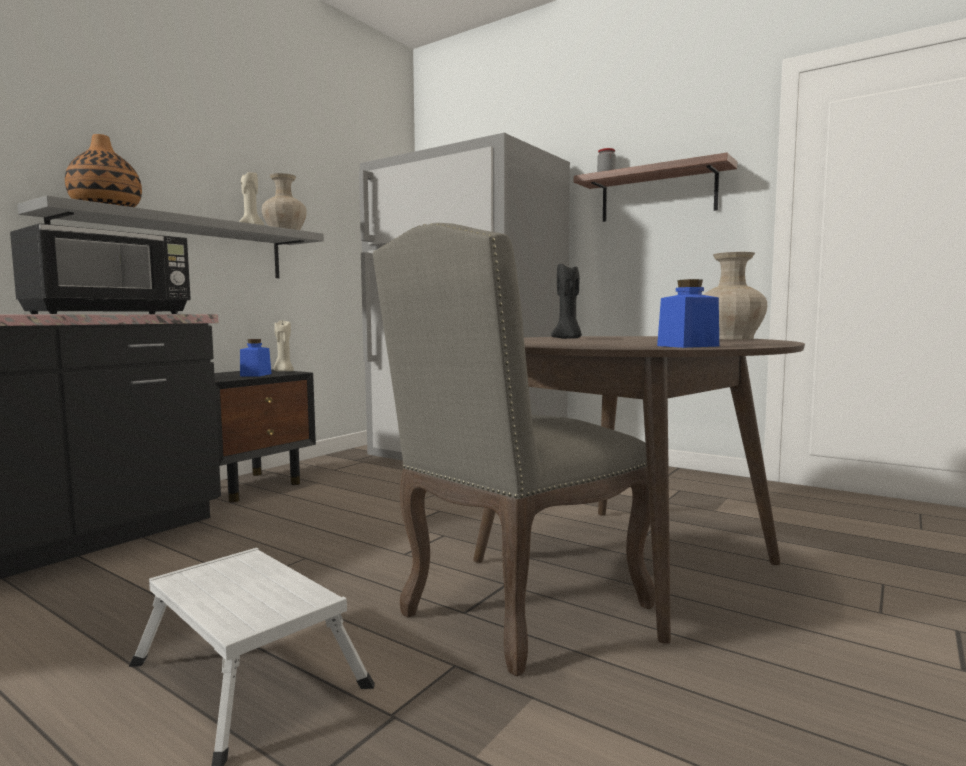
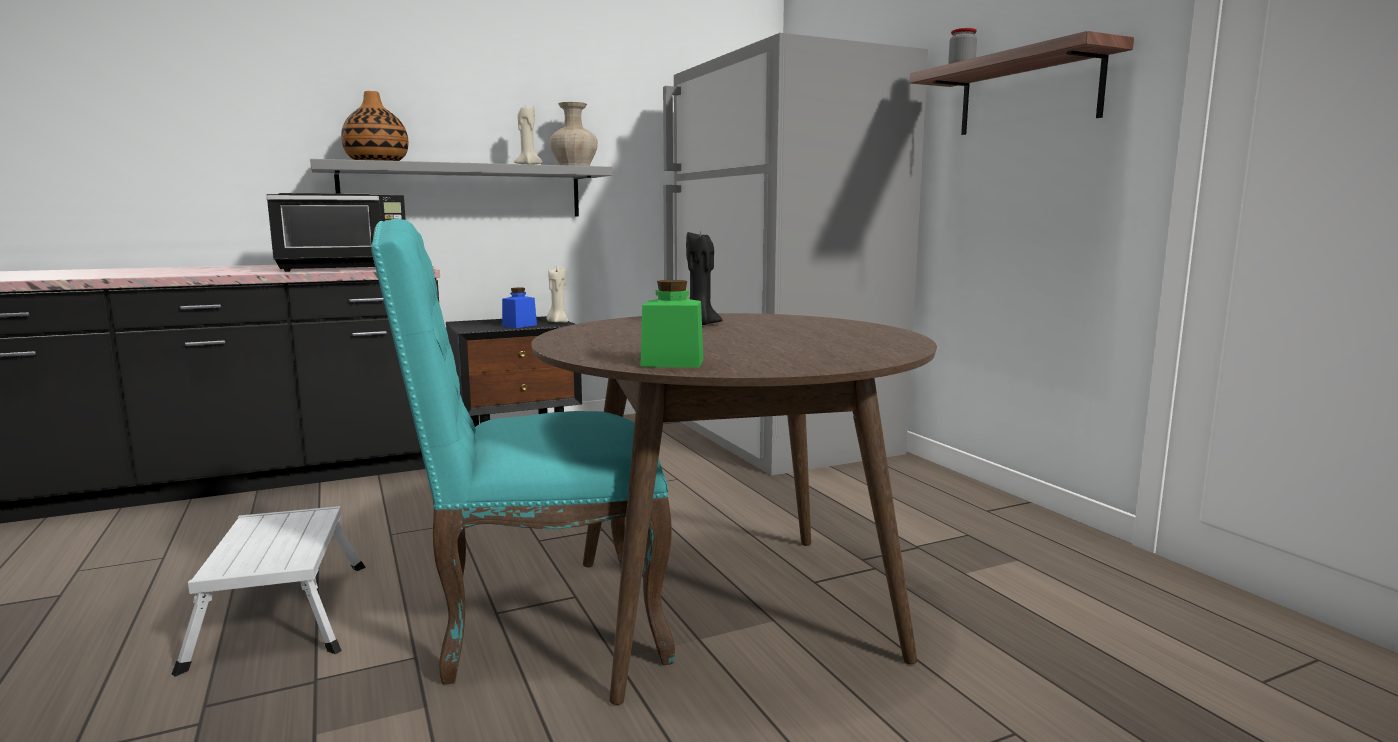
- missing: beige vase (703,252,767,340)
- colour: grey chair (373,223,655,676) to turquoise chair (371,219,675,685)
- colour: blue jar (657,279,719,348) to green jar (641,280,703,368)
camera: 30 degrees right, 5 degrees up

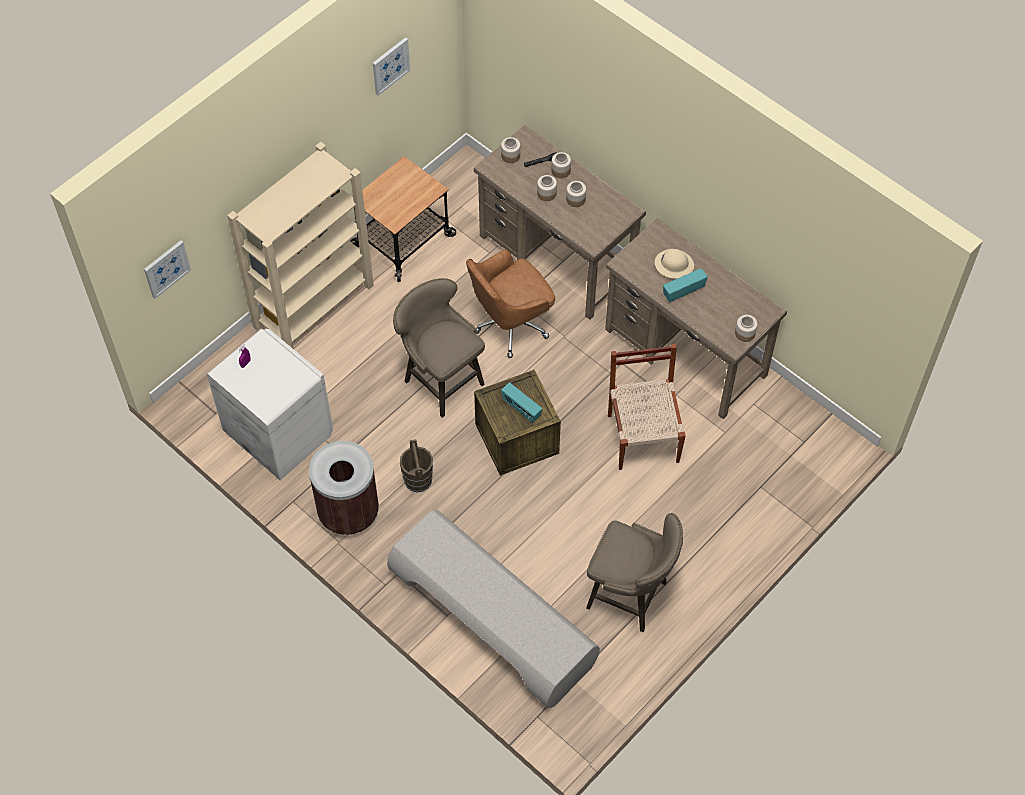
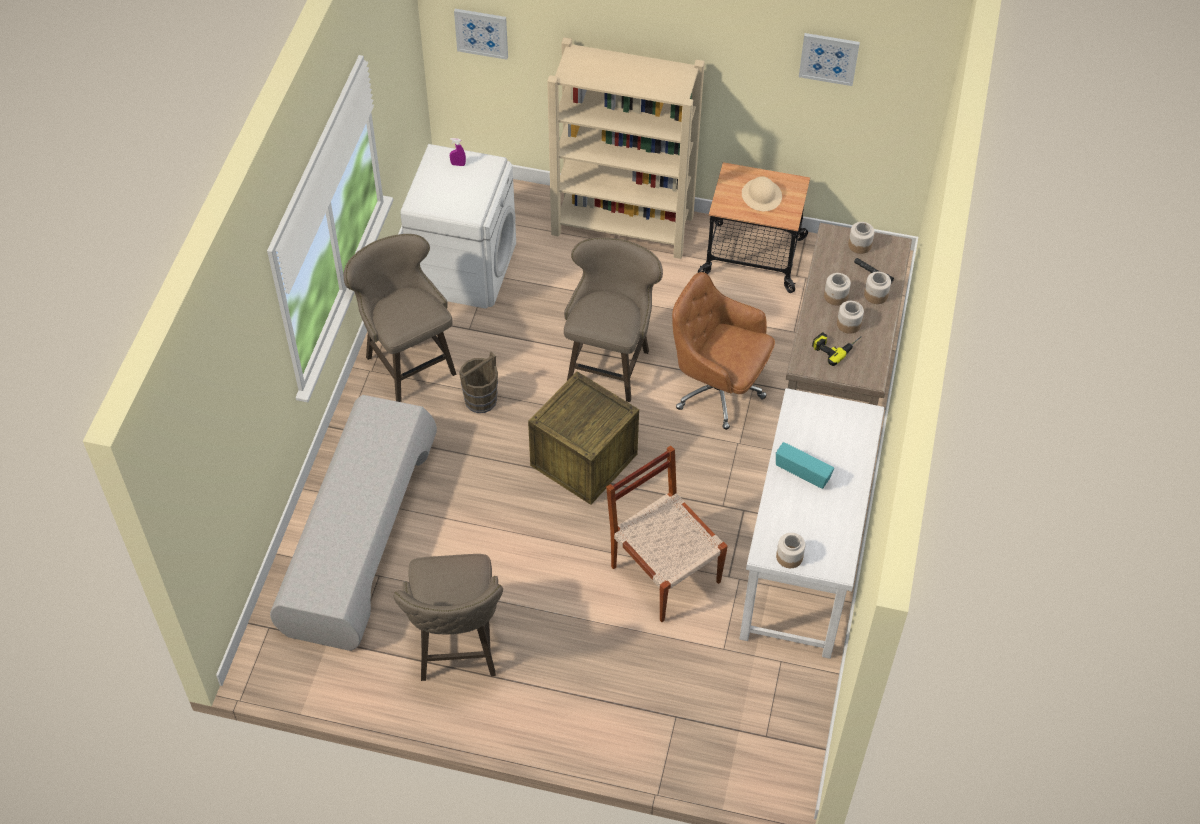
- missing: radio (501,382,542,423)
- appeared: power drill (812,332,862,366)
- relocated: beige hard hat (655,249,694,279) to (742,176,782,211)
- exchanged: brown trash can (309,441,379,535) to beige stool (343,234,457,402)
- colour: brown desk (605,218,787,419) to white desk (740,388,884,659)
- spun: chair (608,344,686,470) = (606,446,727,622) 90 degrees counterclockwise
camera: 60 degrees right, 5 degrees down

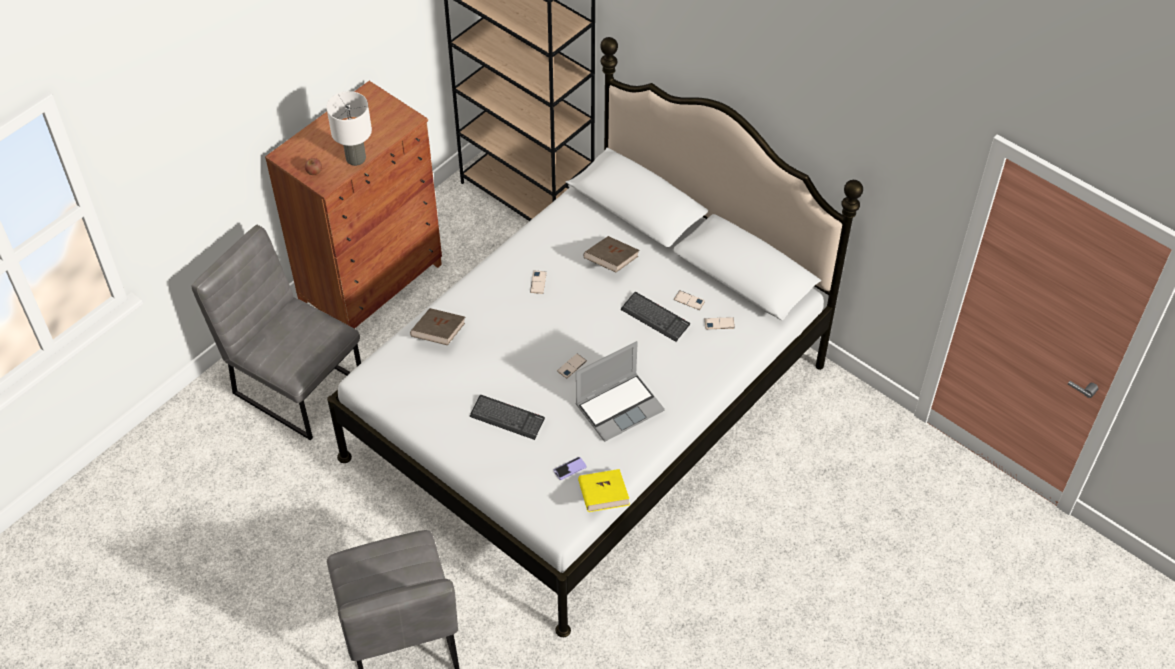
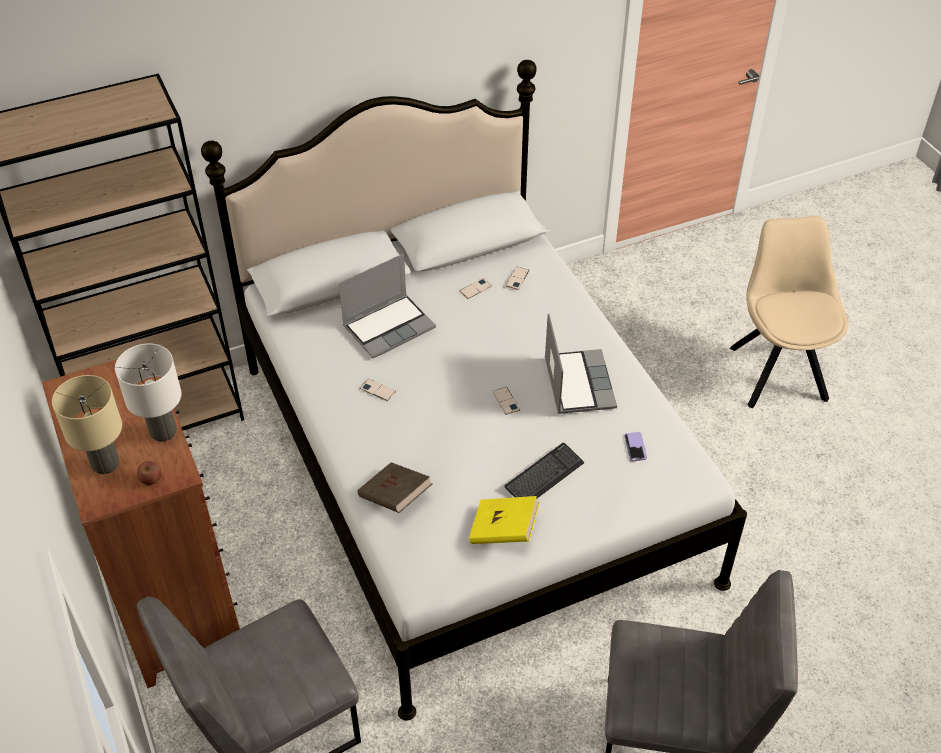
- missing: keyboard (621,292,690,342)
- appeared: beige table lamp (52,375,122,474)
- appeared: beige chair (730,216,849,408)
- relocated: yellow book (578,469,630,512) to (469,496,540,544)
- exchanged: brown book (583,236,640,272) to laptop (339,254,436,358)
camera: 65 degrees left, 5 degrees down

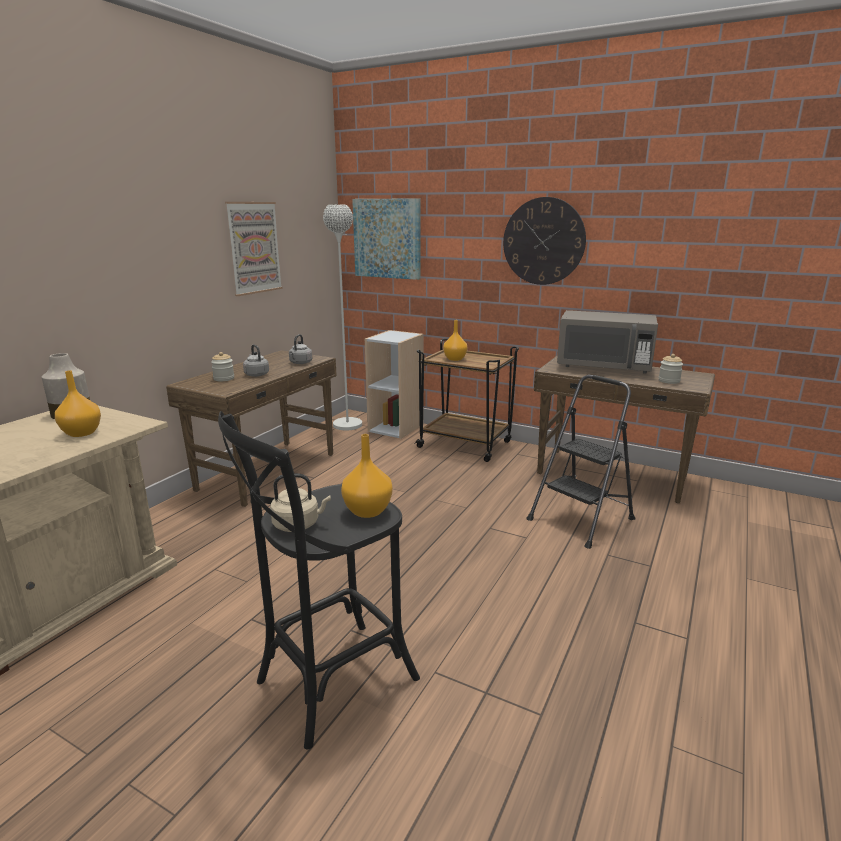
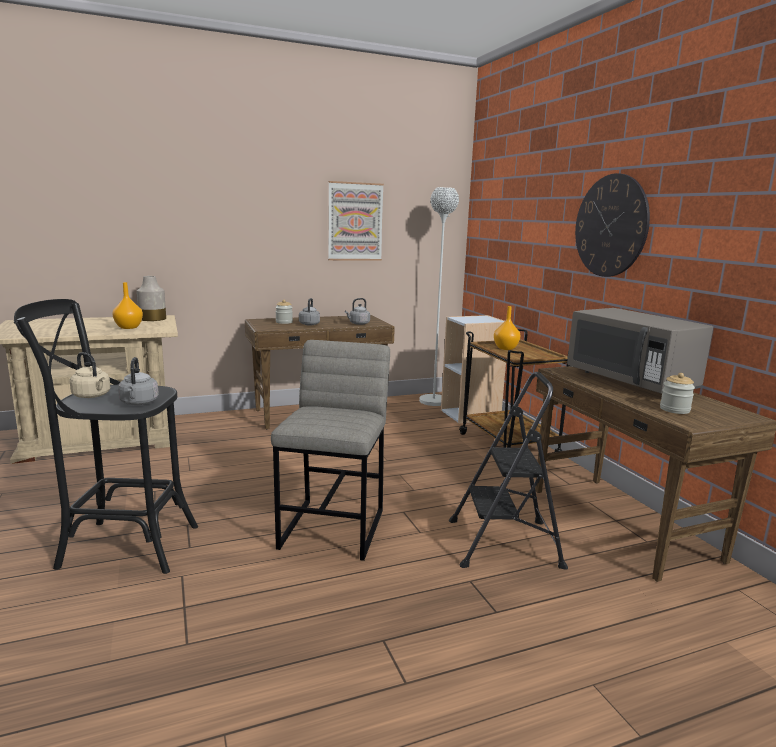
- missing: picture (352,198,421,280)
- appeared: grey chair (271,340,390,561)
- exchanged: orange vase (341,434,392,518) to grey kettle (118,357,159,405)
camera: 40 degrees right, 5 degrees down

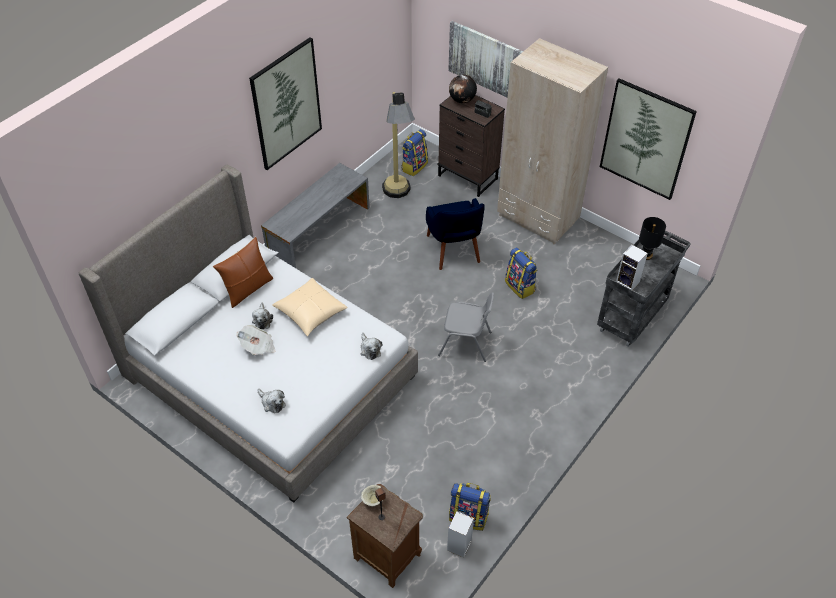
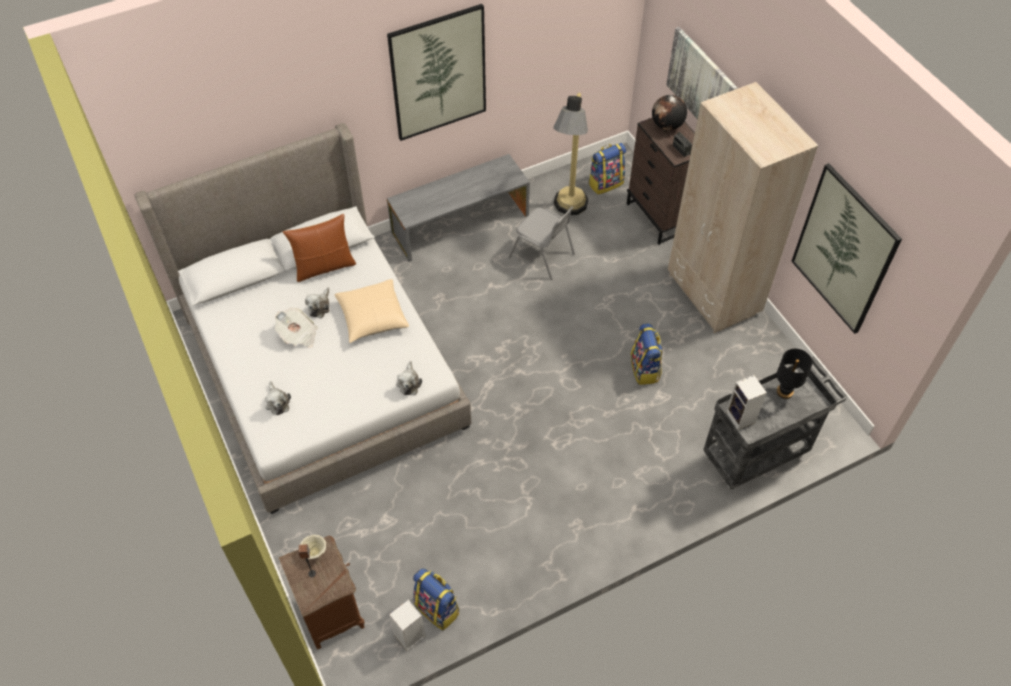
- missing: blue armchair (426,198,485,270)
- relocated: grey chair (438,292,494,362) to (509,206,575,280)
camera: 25 degrees right, 5 degrees up

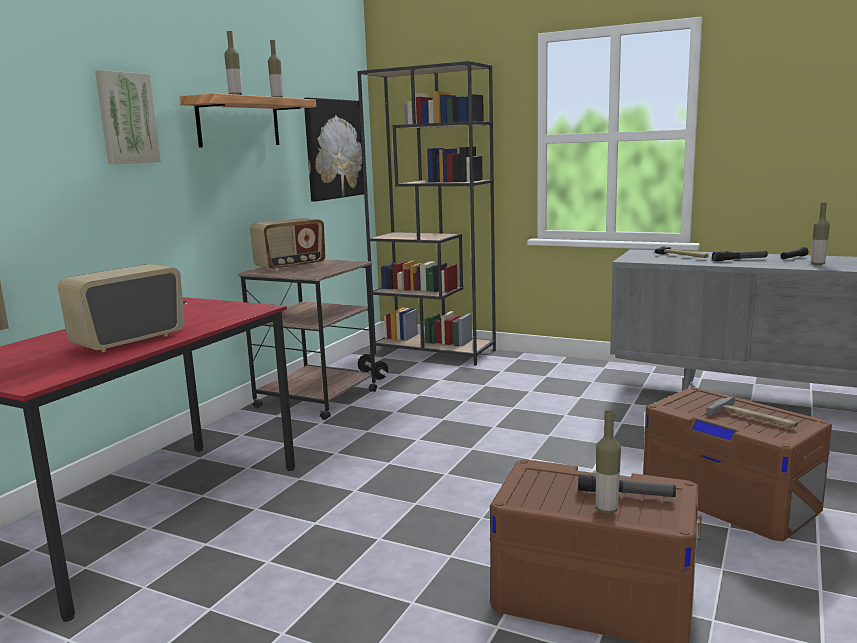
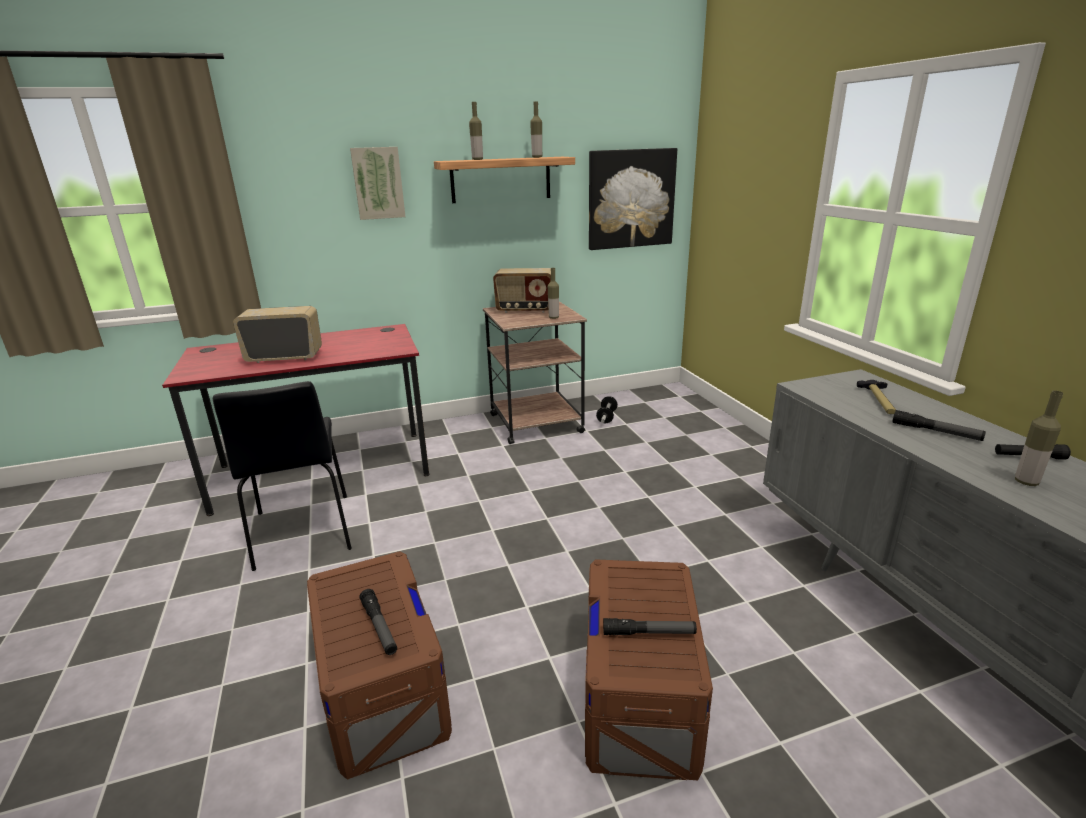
- missing: bookcase (357,61,496,366)
- appeared: black chair (213,381,352,571)
- relocated: bottle (596,410,621,513) to (548,268,559,319)
- exchanged: hammer (706,396,798,428) to flashlight (603,618,697,635)
camera: 45 degrees right, 10 degrees up

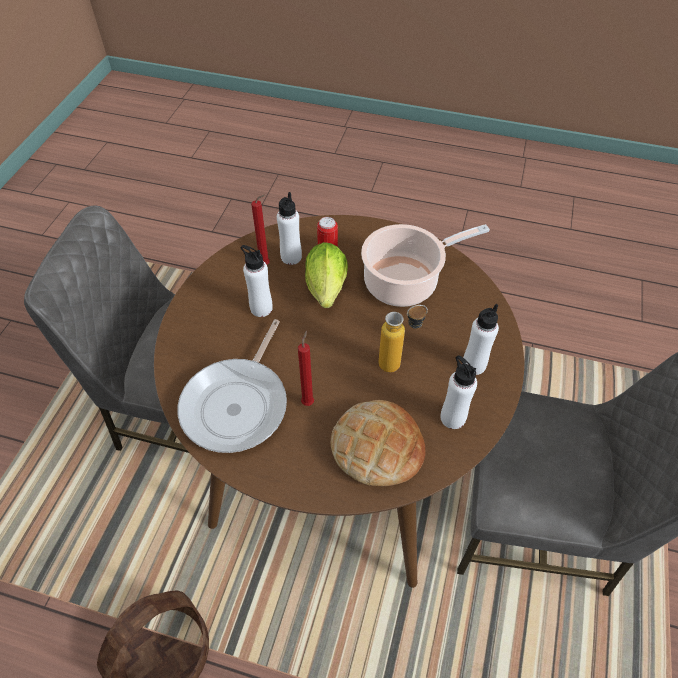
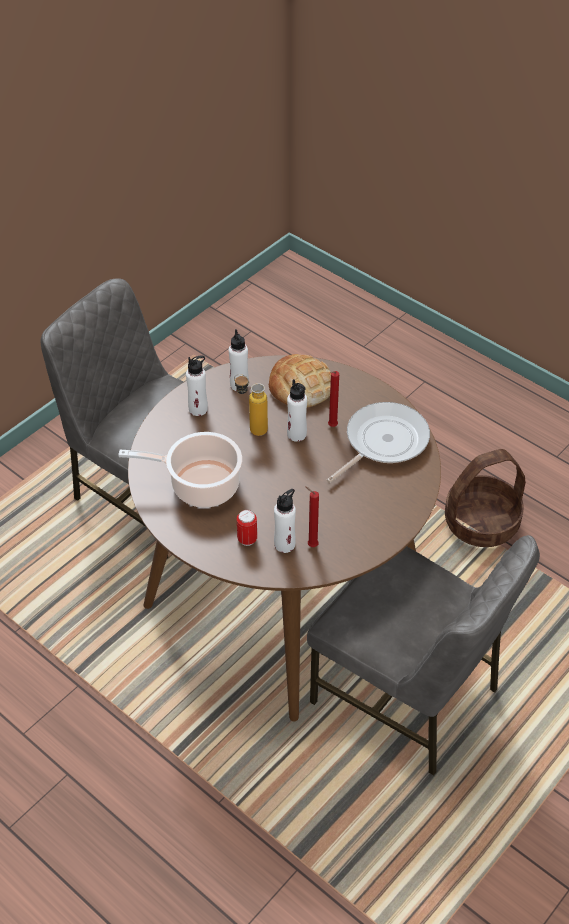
- missing: lettuce (305,242,348,308)
- relocated: white bottle (241,245,273,317) to (287,379,307,442)
camera: 155 degrees left, 5 degrees down

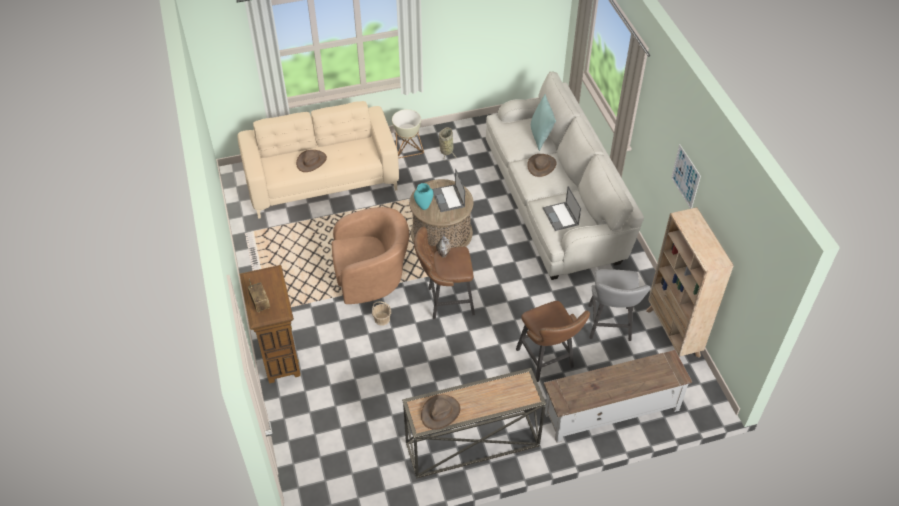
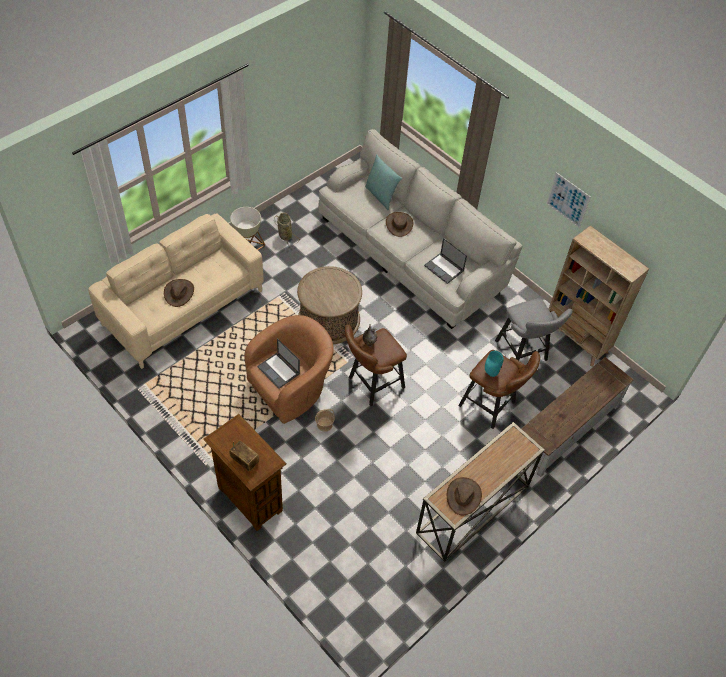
- relocated: turquoise vase (414,183,433,210) to (485,351,504,377)
- relocated: laptop (432,168,465,212) to (257,338,300,389)
camera: 30 degrees left, 5 degrees up

